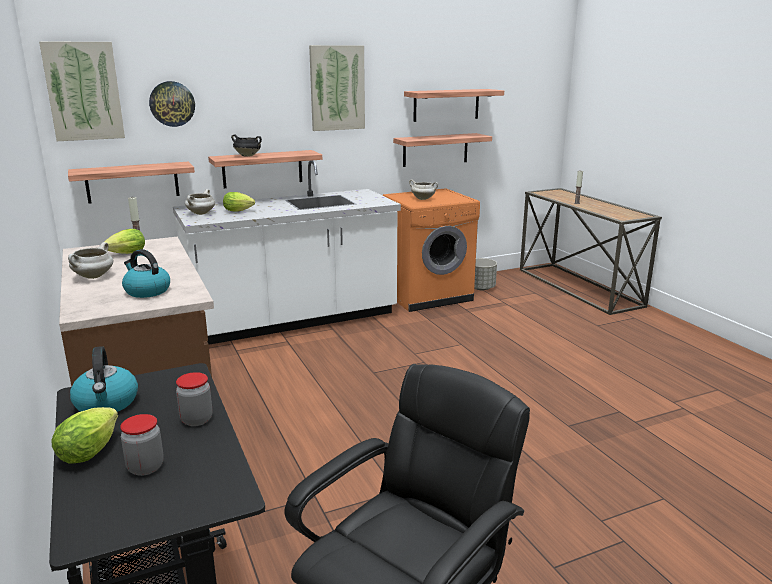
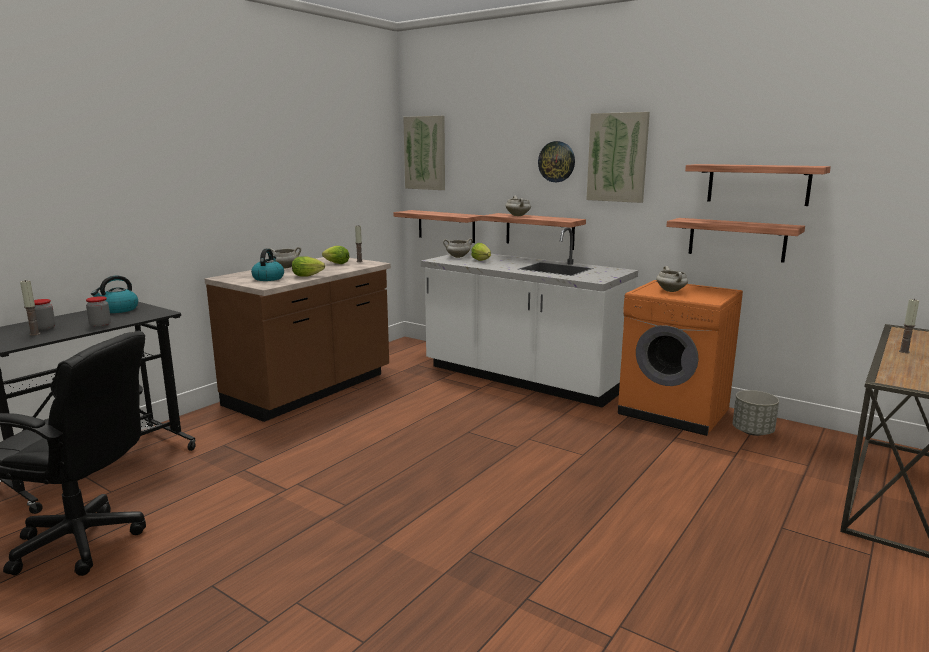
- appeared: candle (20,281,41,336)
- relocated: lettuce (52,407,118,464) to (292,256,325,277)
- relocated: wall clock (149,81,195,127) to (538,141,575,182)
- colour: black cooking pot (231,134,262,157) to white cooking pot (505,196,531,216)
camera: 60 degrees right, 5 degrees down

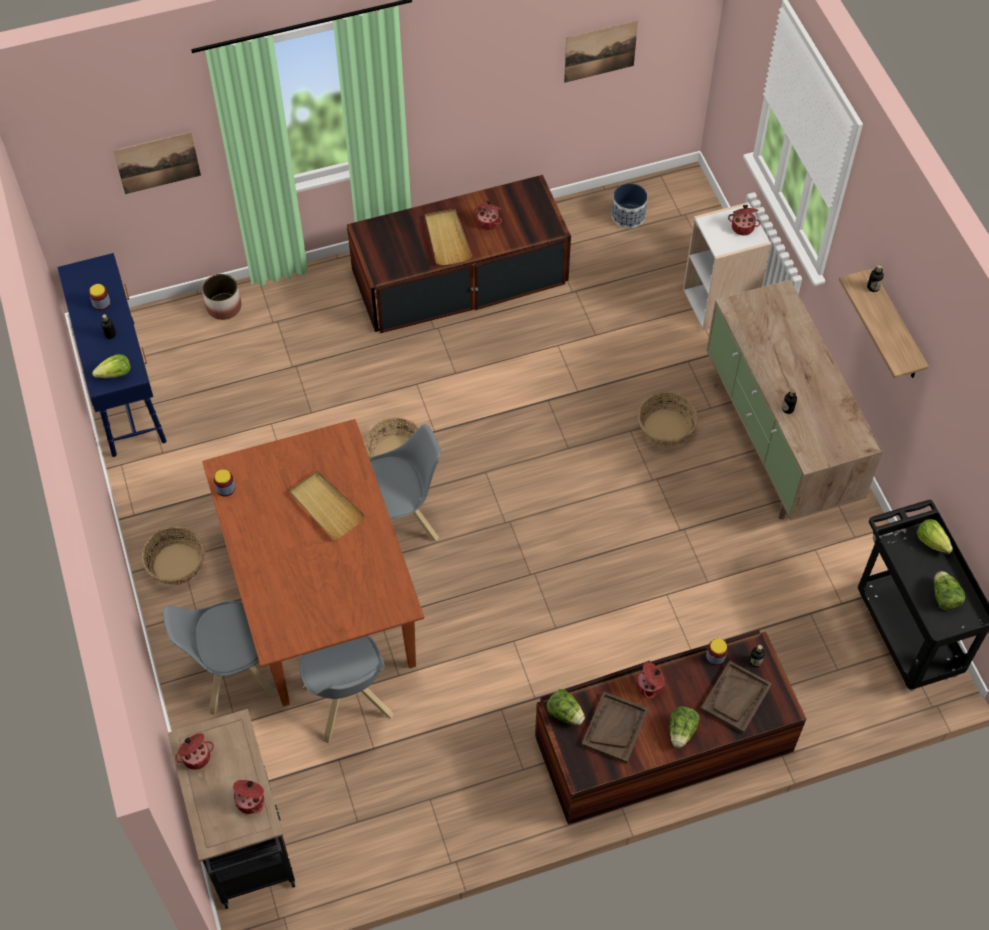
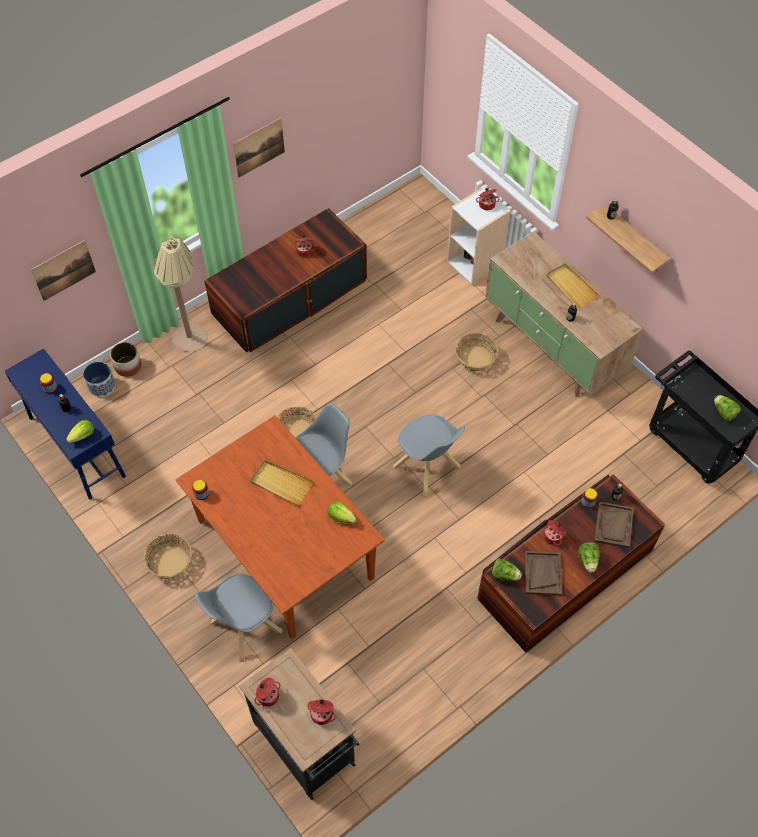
- appeared: beige floor lamp (154,236,208,352)
- relocated: grey chair (299,636,394,743) to (393,414,465,497)
- relocated: beige tray (425,209,472,265) to (546,263,599,308)
- relocated: picture (564,20,638,83) to (233,118,285,178)
- relocated: planter (612,183,648,229) to (83,362,115,397)
- relocated: lettuce (917,519,953,554) to (328,502,357,524)
camera: 20 degrees left, 0 degrees up

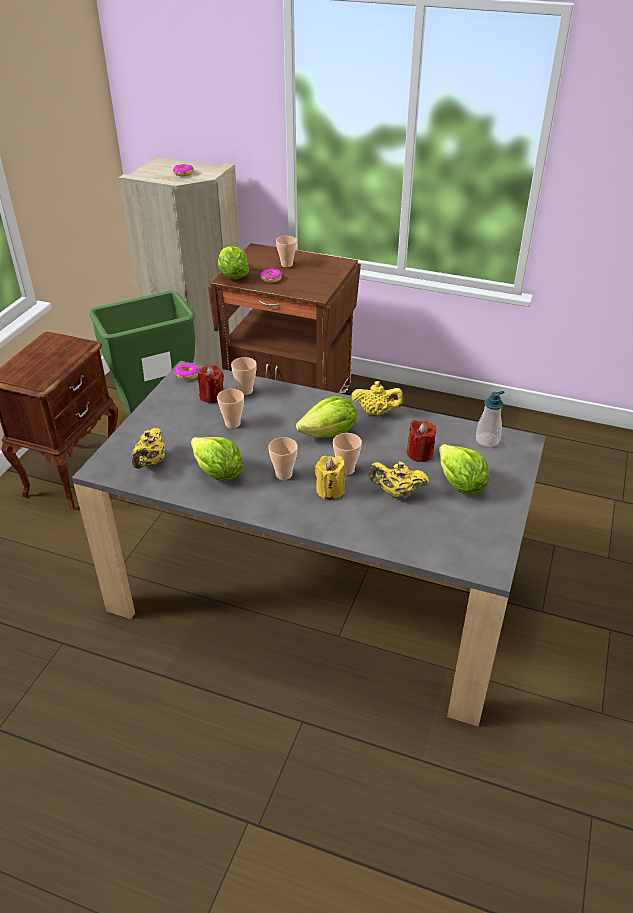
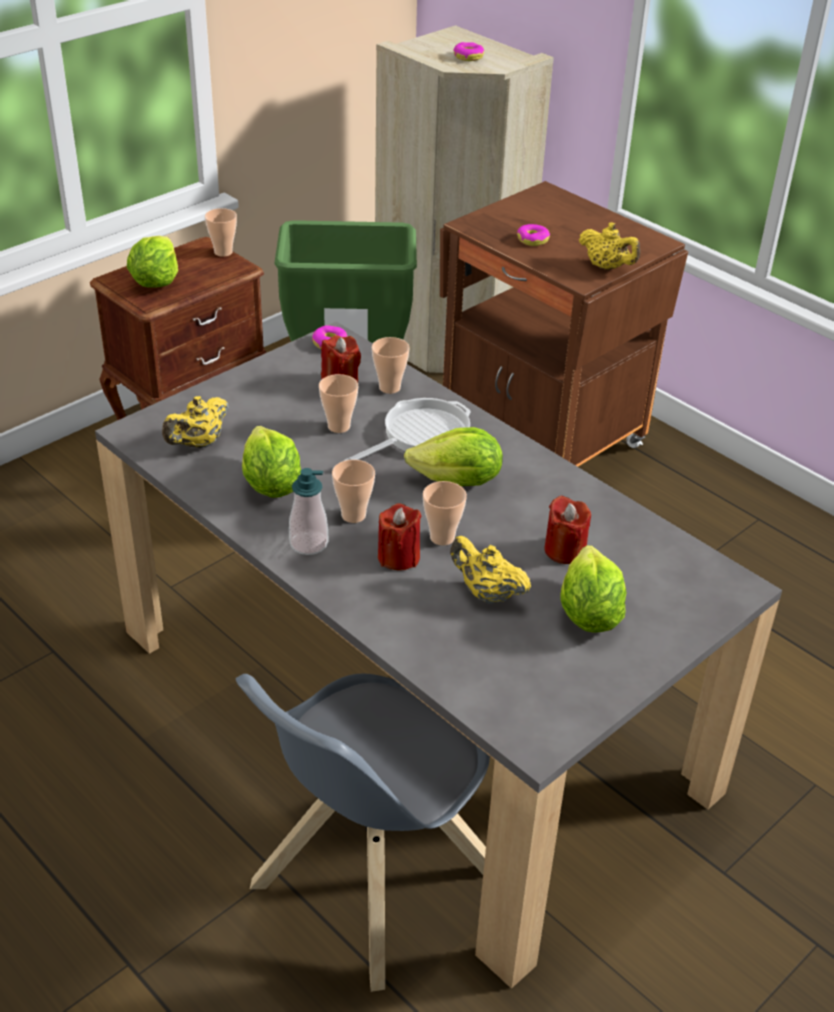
- appeared: grey chair (236,674,490,992)
- appeared: frying pan (343,398,471,461)
- relocated: lettuce (218,246,249,279) to (127,236,178,288)
- relocated: cup (276,236,297,267) to (205,208,237,257)
- relocated: yellow teapot (351,381,404,415) to (579,222,640,270)
- relocated: soap dispenser (476,391,505,447) to (289,468,328,555)
- colour: yellow candle (315,455,345,500) to red candle (378,503,421,571)
camera: 25 degrees right, 0 degrees up

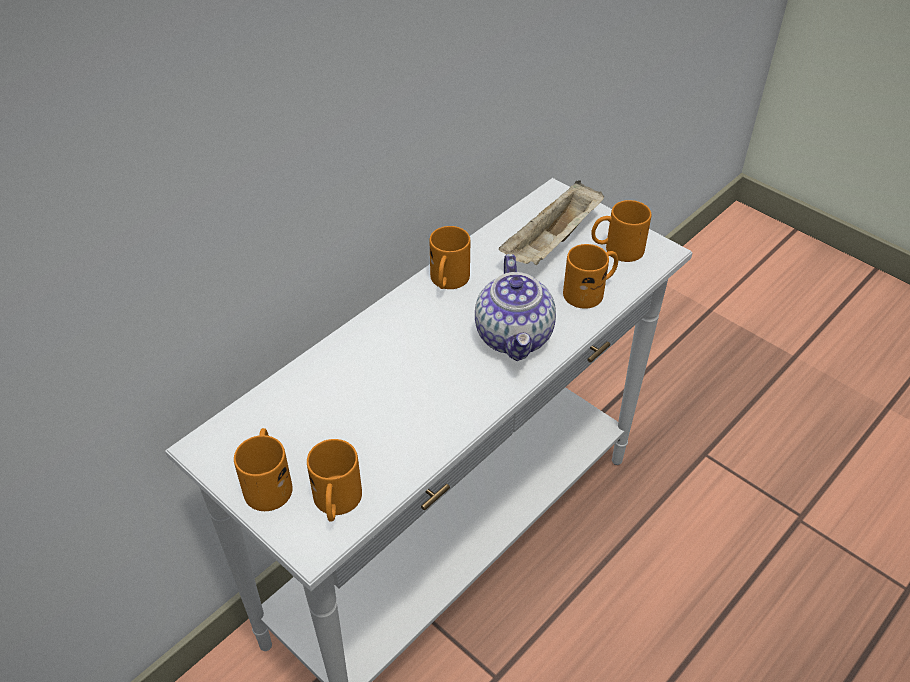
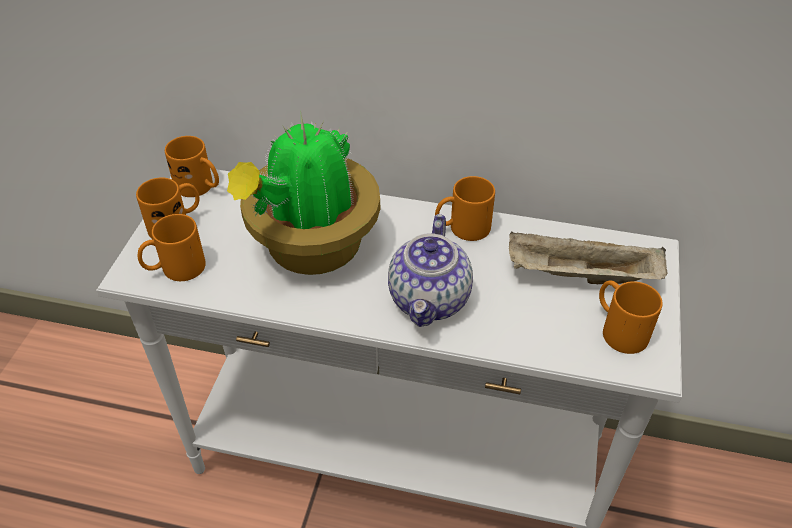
- appeared: potted plant (227,114,381,275)
- relocated: orange mug (563,244,618,309) to (165,136,219,197)
- spun: teapot (475,254,556,361) = (388,214,473,327) 45 degrees counterclockwise
camera: 60 degrees right, 0 degrees up

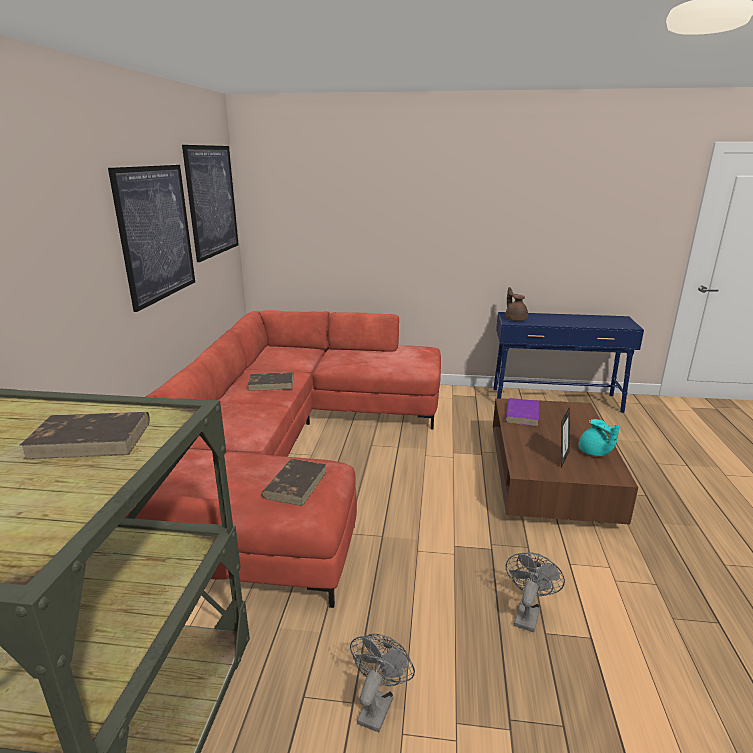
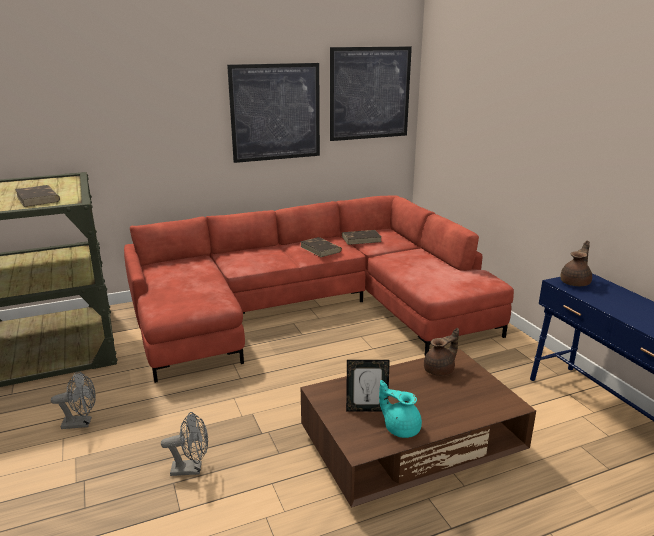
- relocated: brown book (261,459,327,506) to (342,230,382,245)
- exchanged: purple book (506,398,539,426) to brown teapot (424,328,459,376)
- spun: turquoise teapot (579,419,619,456) = (379,380,422,438) 90 degrees clockwise
camera: 60 degrees right, 0 degrees up

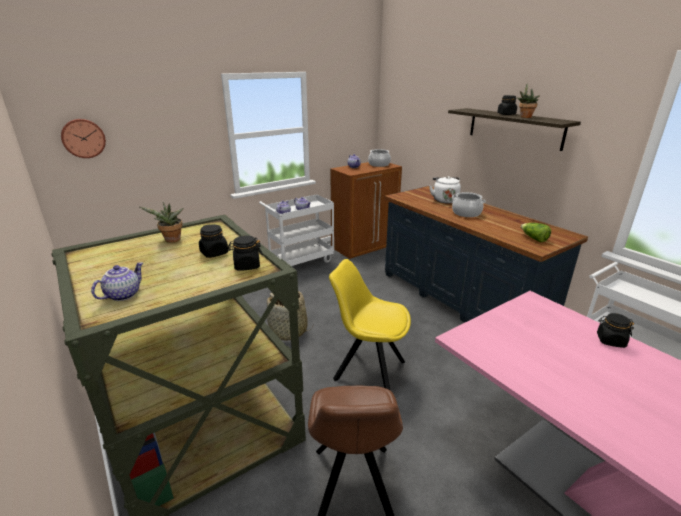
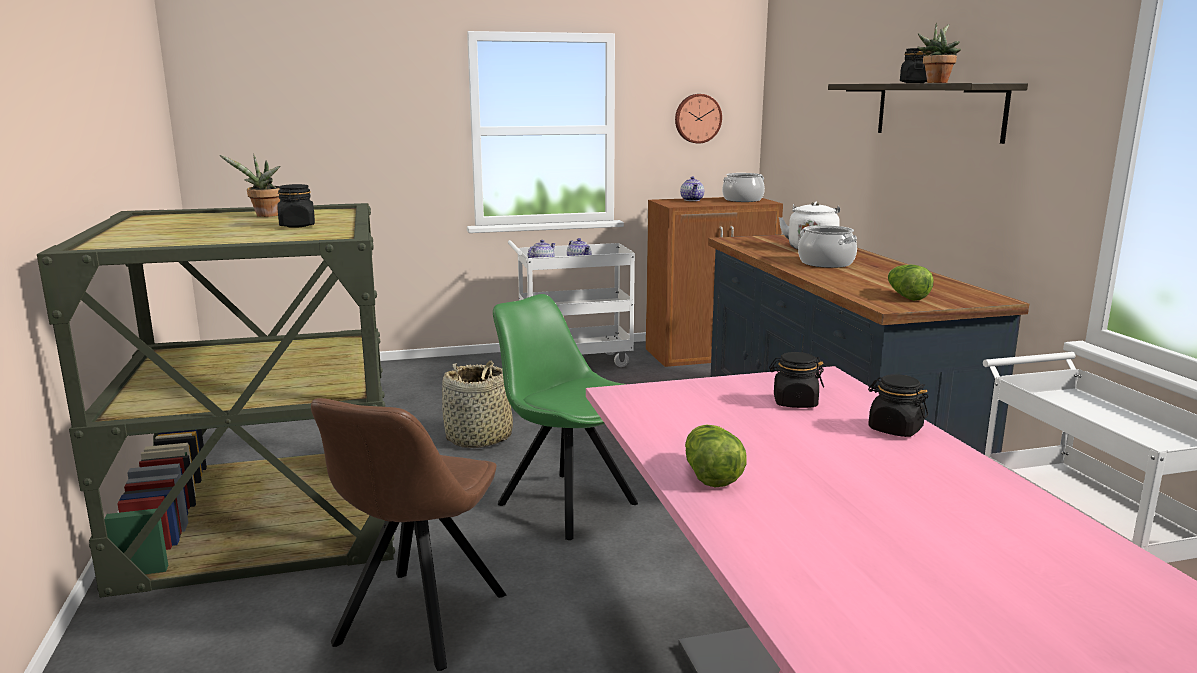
- missing: teapot (91,262,143,301)
- appeared: lettuce (685,425,746,487)
- relocated: wall clock (61,119,106,158) to (675,94,722,144)
- relocated: black jar (228,235,263,271) to (769,352,824,408)
- colour: yellow chair (329,259,411,390) to green chair (493,294,638,540)
camera: 20 degrees right, 10 degrees down

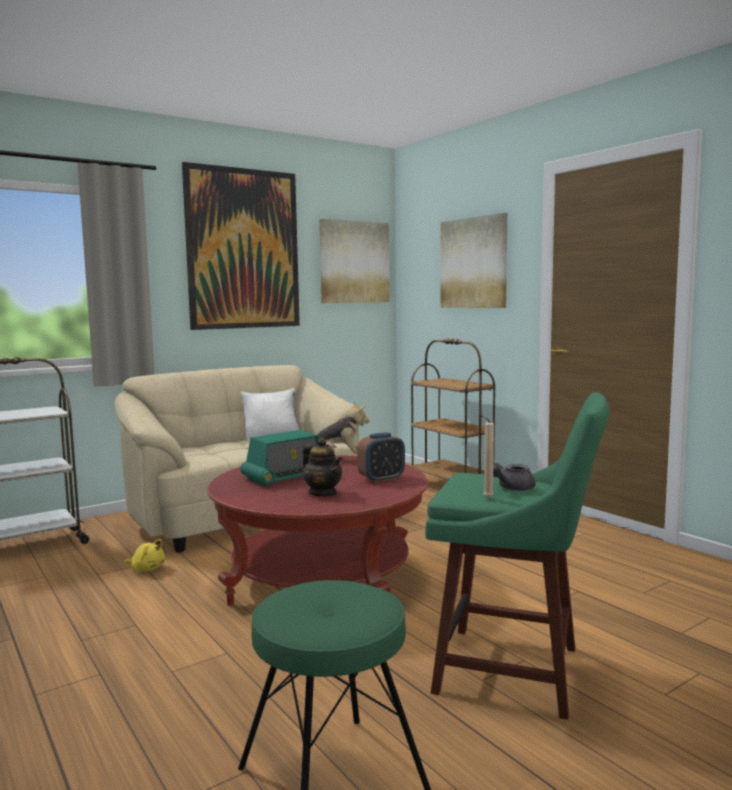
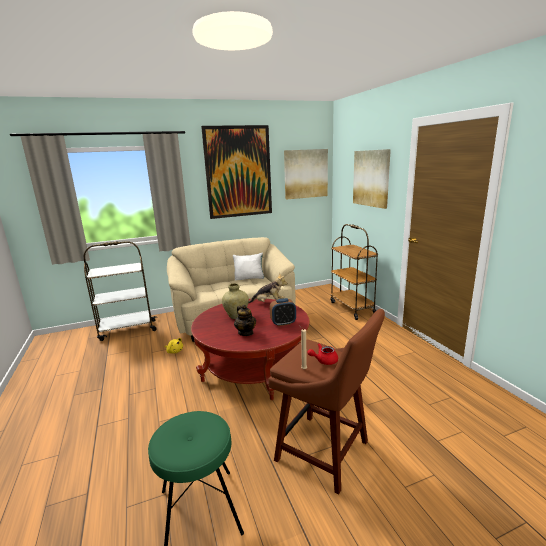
- exchanged: radio (240,430,319,487) to beige vase (222,283,249,319)
- colour: green stool (425,392,609,720) to brown stool (268,309,385,495)
- colour: grey teapot (493,462,536,491) to red teapot (308,343,338,365)
camera: 15 degrees right, 10 degrees up

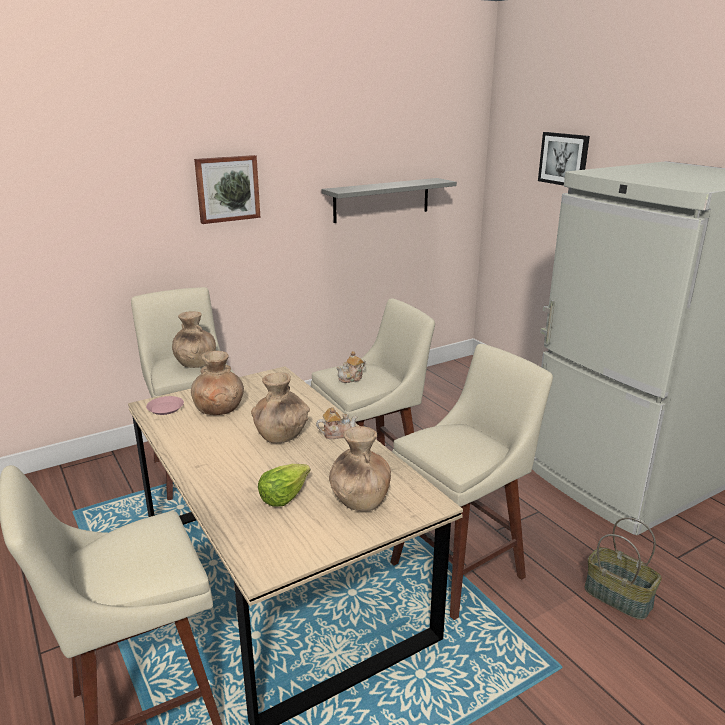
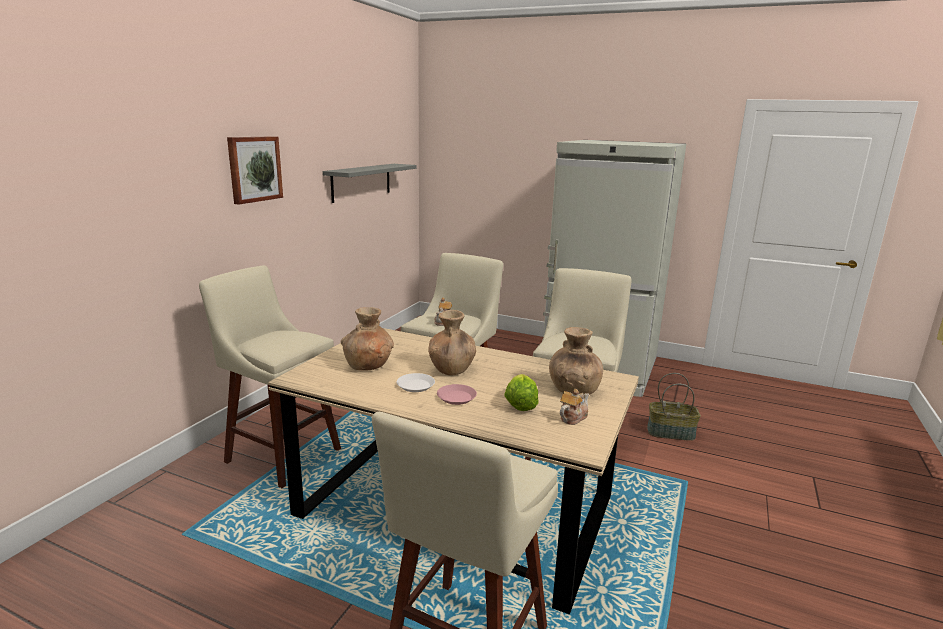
- missing: brown vase (172,311,216,368)
- missing: picture (538,132,590,186)
- appeared: white plate (397,373,435,392)
- relocated: pink plate (146,396,184,415) to (437,384,477,405)
- relocated: teapot (316,407,358,439) to (560,389,589,425)
camera: 35 degrees left, 5 degrees down

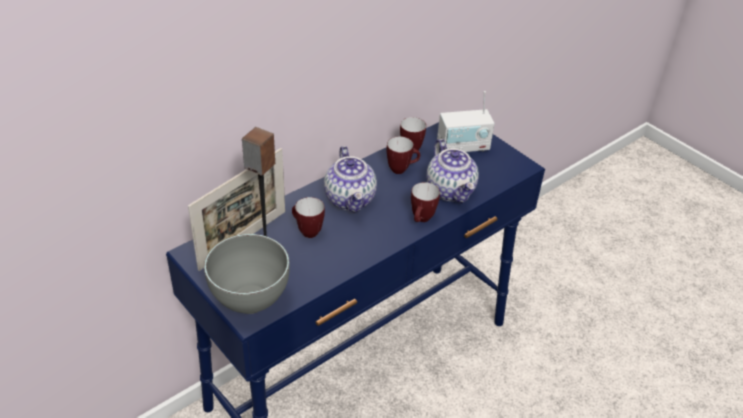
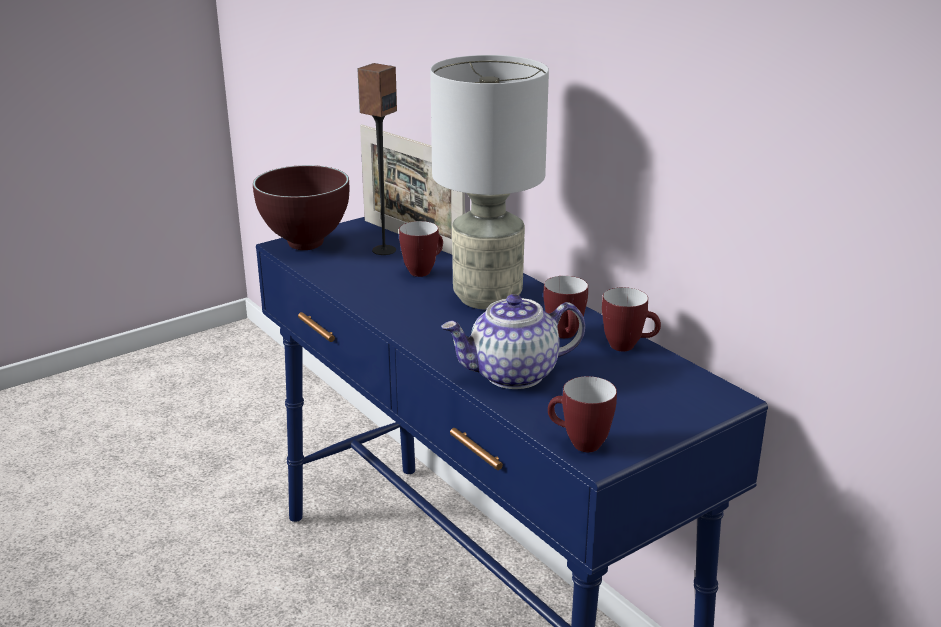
- missing: radio (437,91,495,152)
- relocated: mug (411,182,440,222) to (548,376,617,452)
- exchanged: teapot (324,146,377,213) to grey table lamp (430,55,549,310)
- colour: grey bowl (204,234,290,314) to brown bowl (253,165,349,250)
camera: 95 degrees right, 15 degrees down

